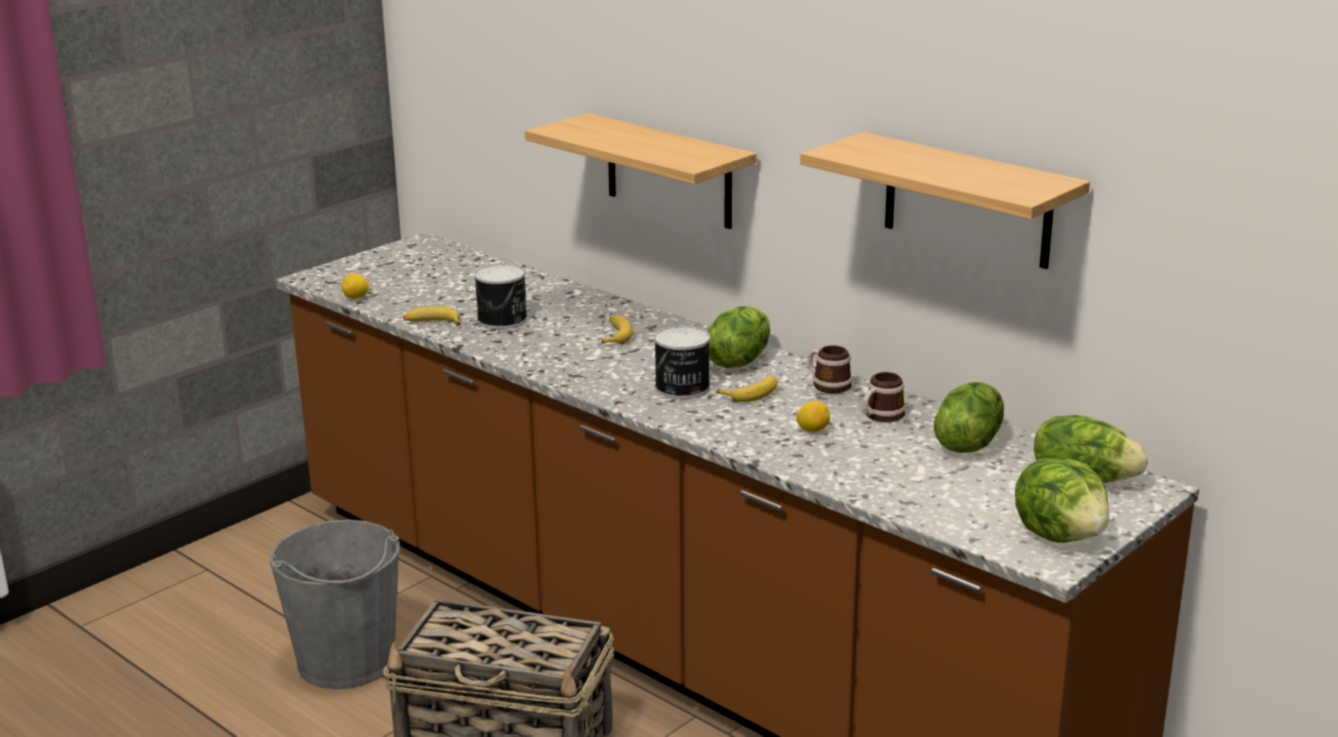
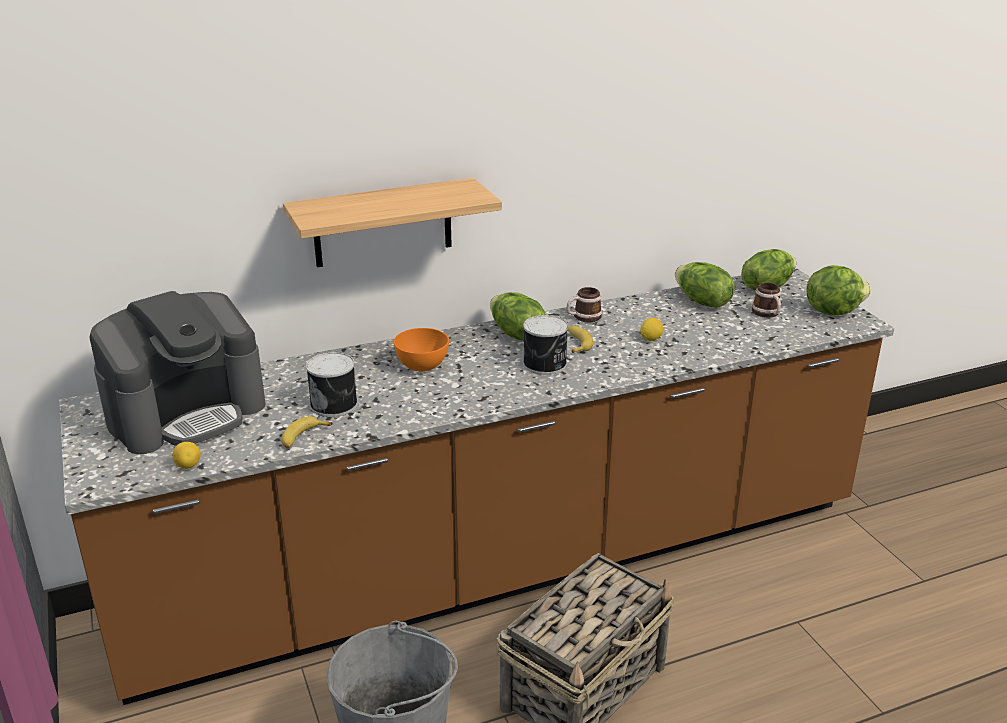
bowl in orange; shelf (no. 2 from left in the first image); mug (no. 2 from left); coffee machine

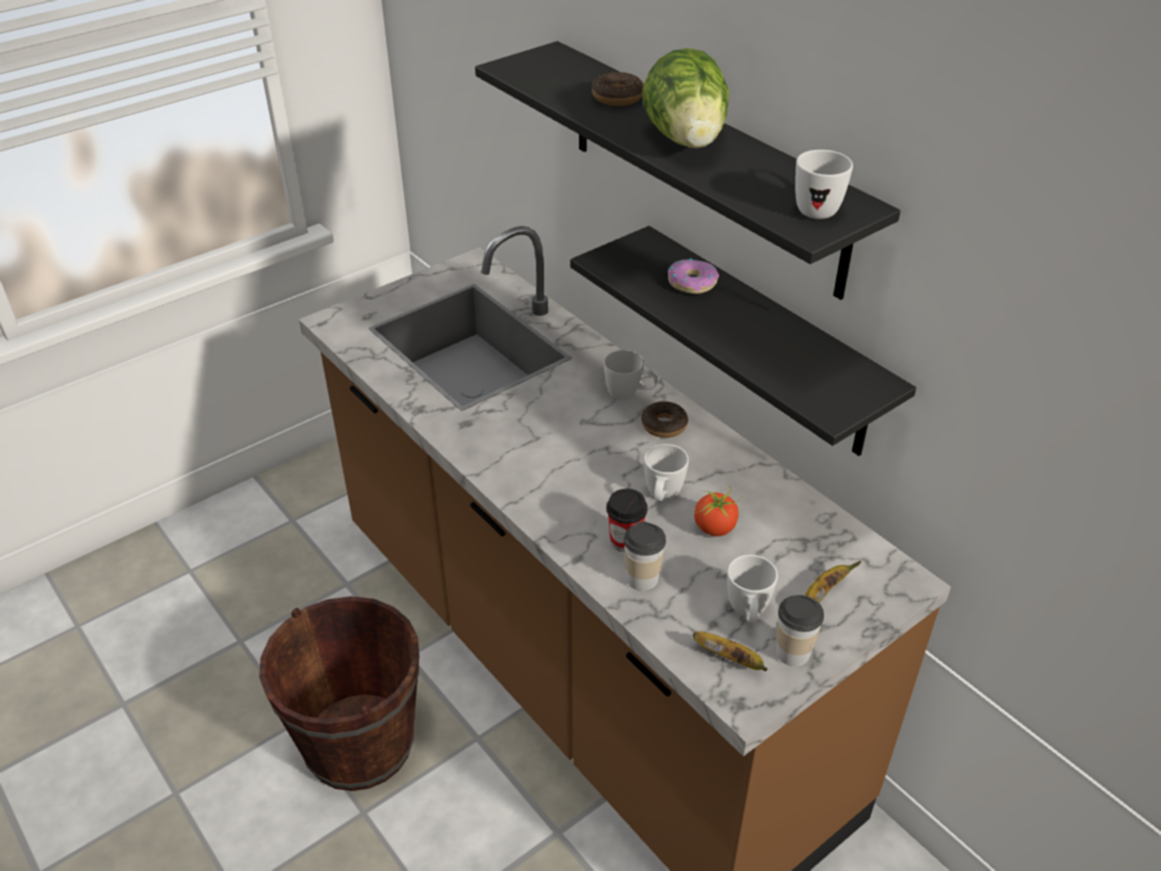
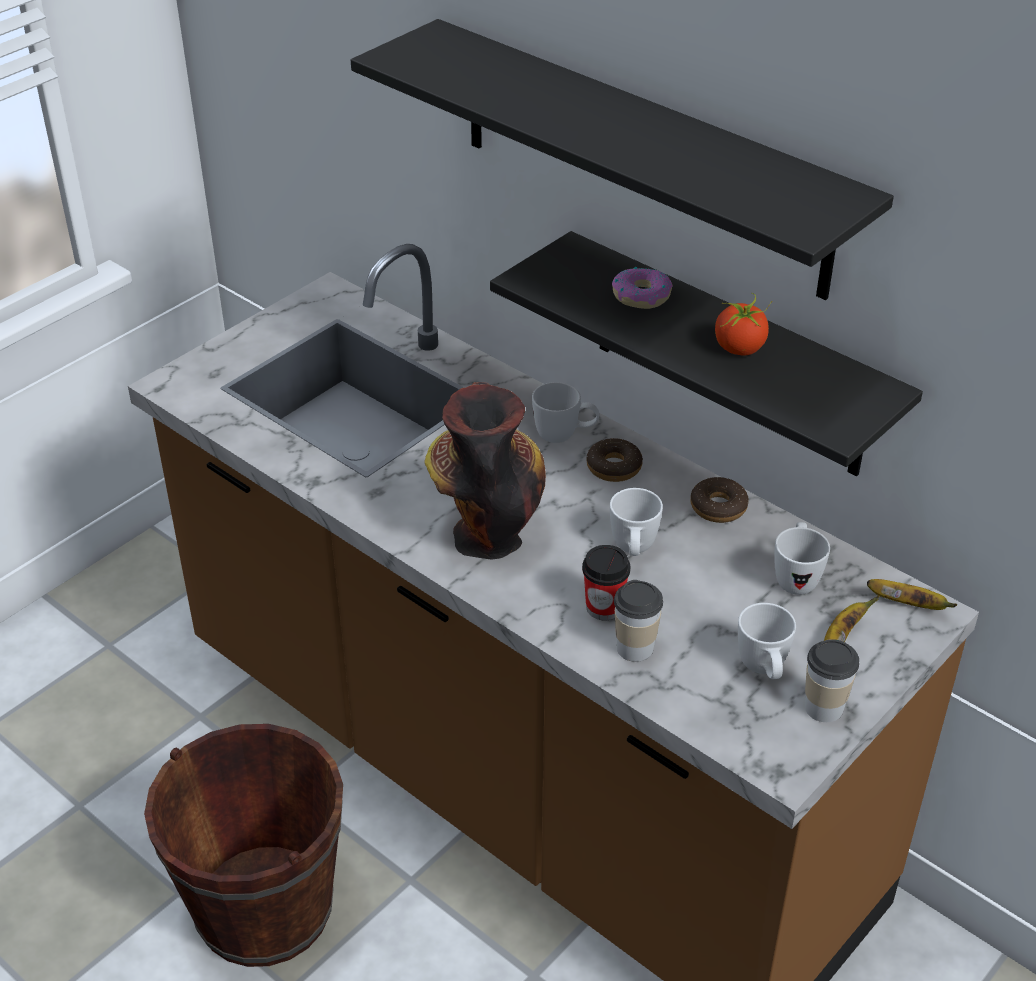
donut (no. 3 from left); lettuce; banana (no. 2 from left); tomato; mug in white (no. 4 from left); vase

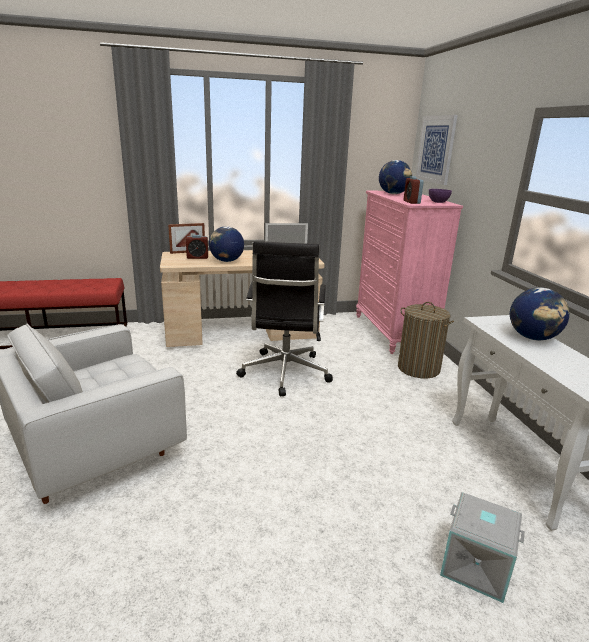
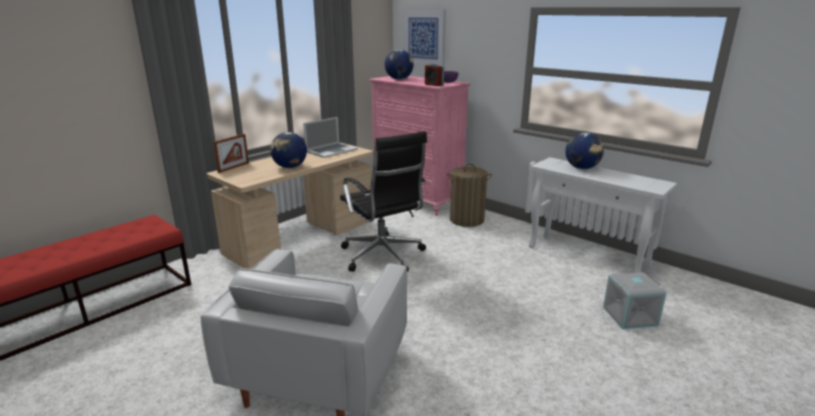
alarm clock (no. 1 from left in the first image)

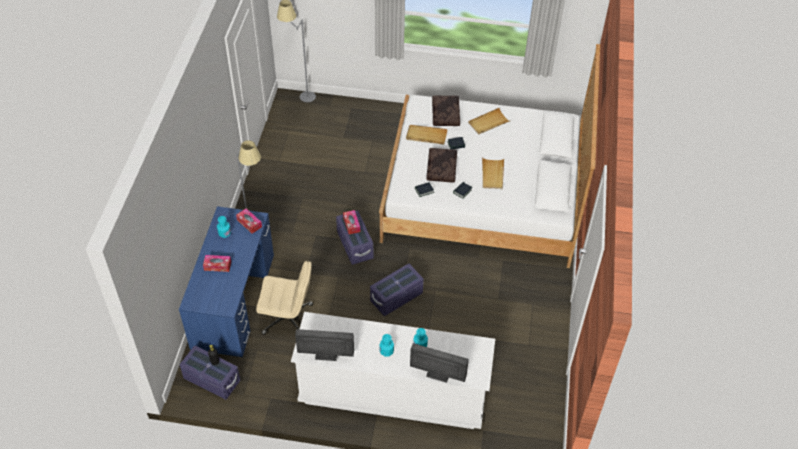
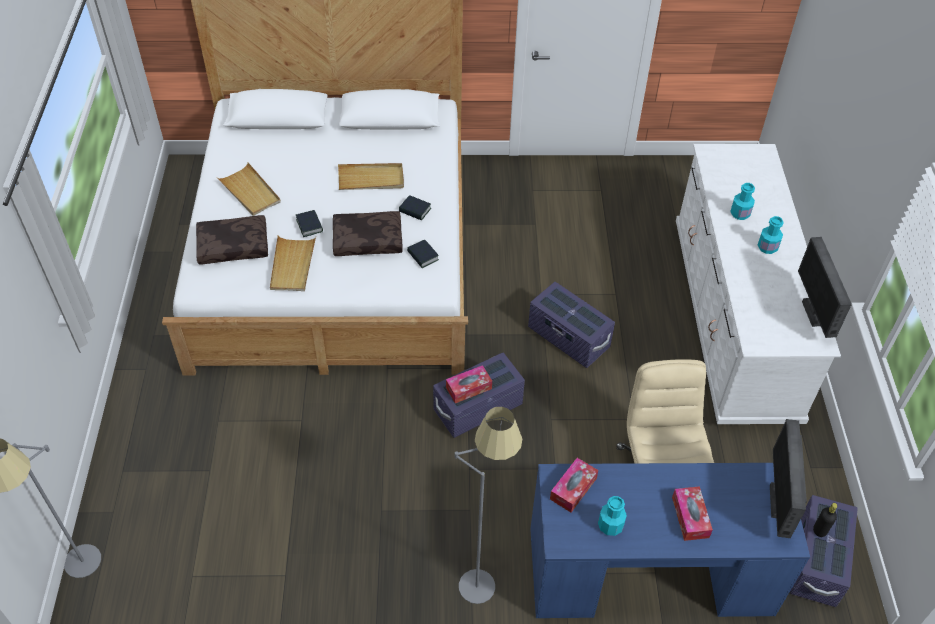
monitor (no. 1 from left)

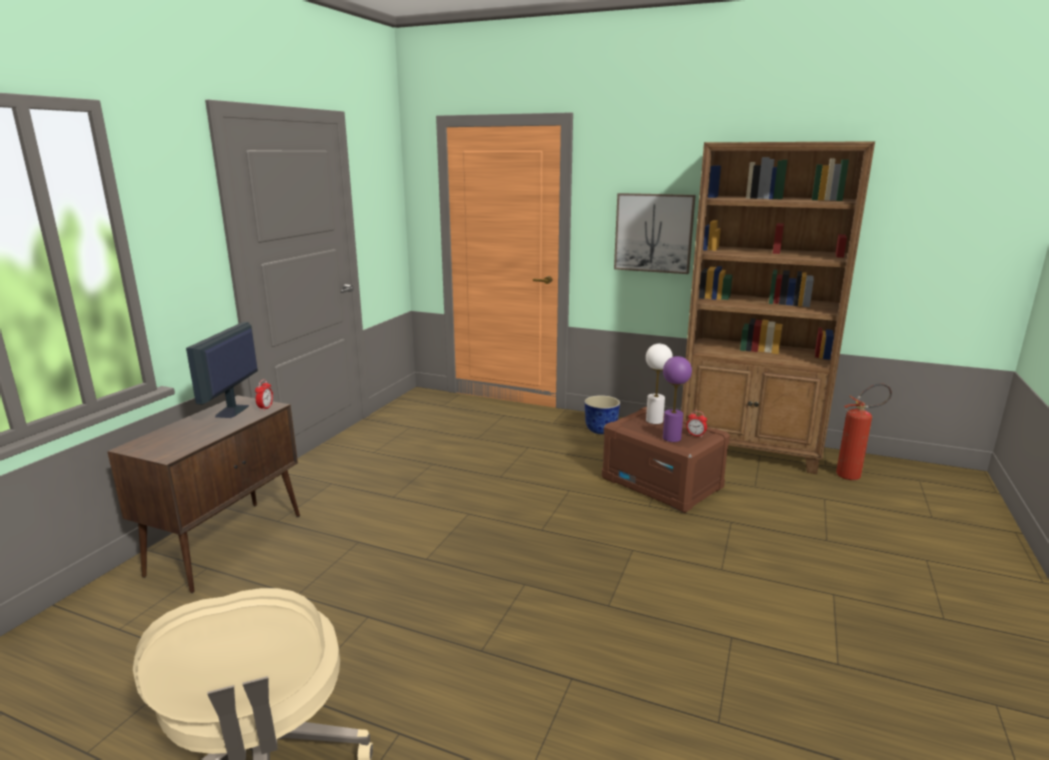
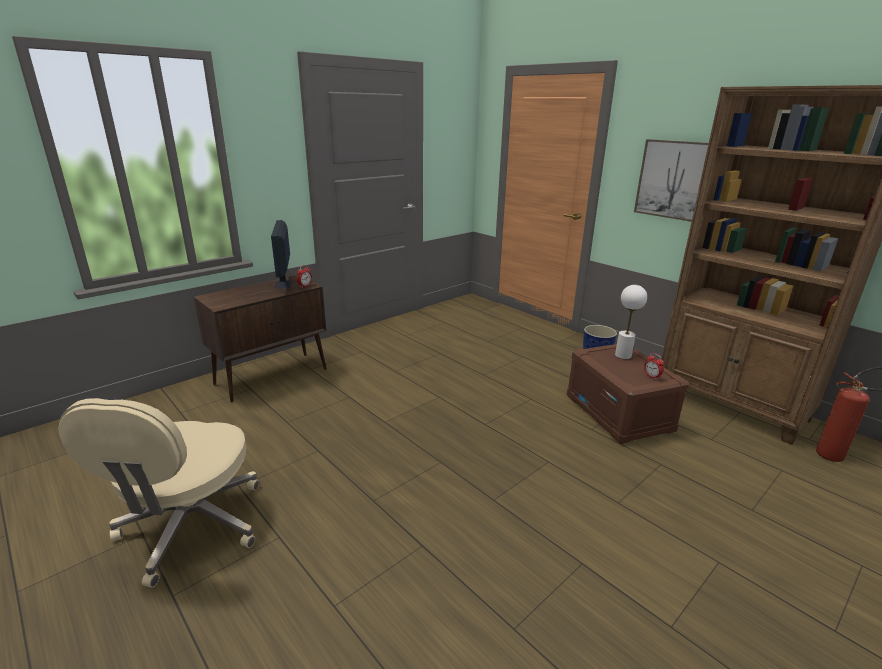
monitor; table lamp in purple

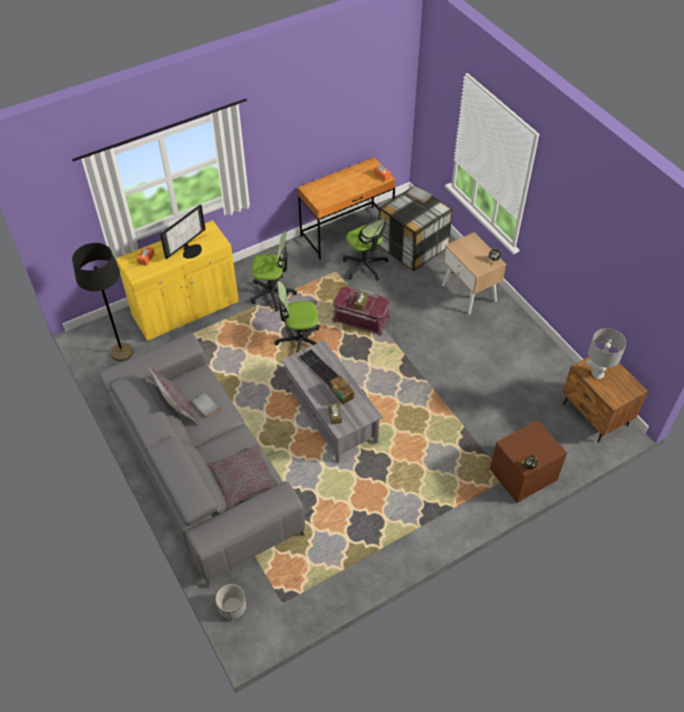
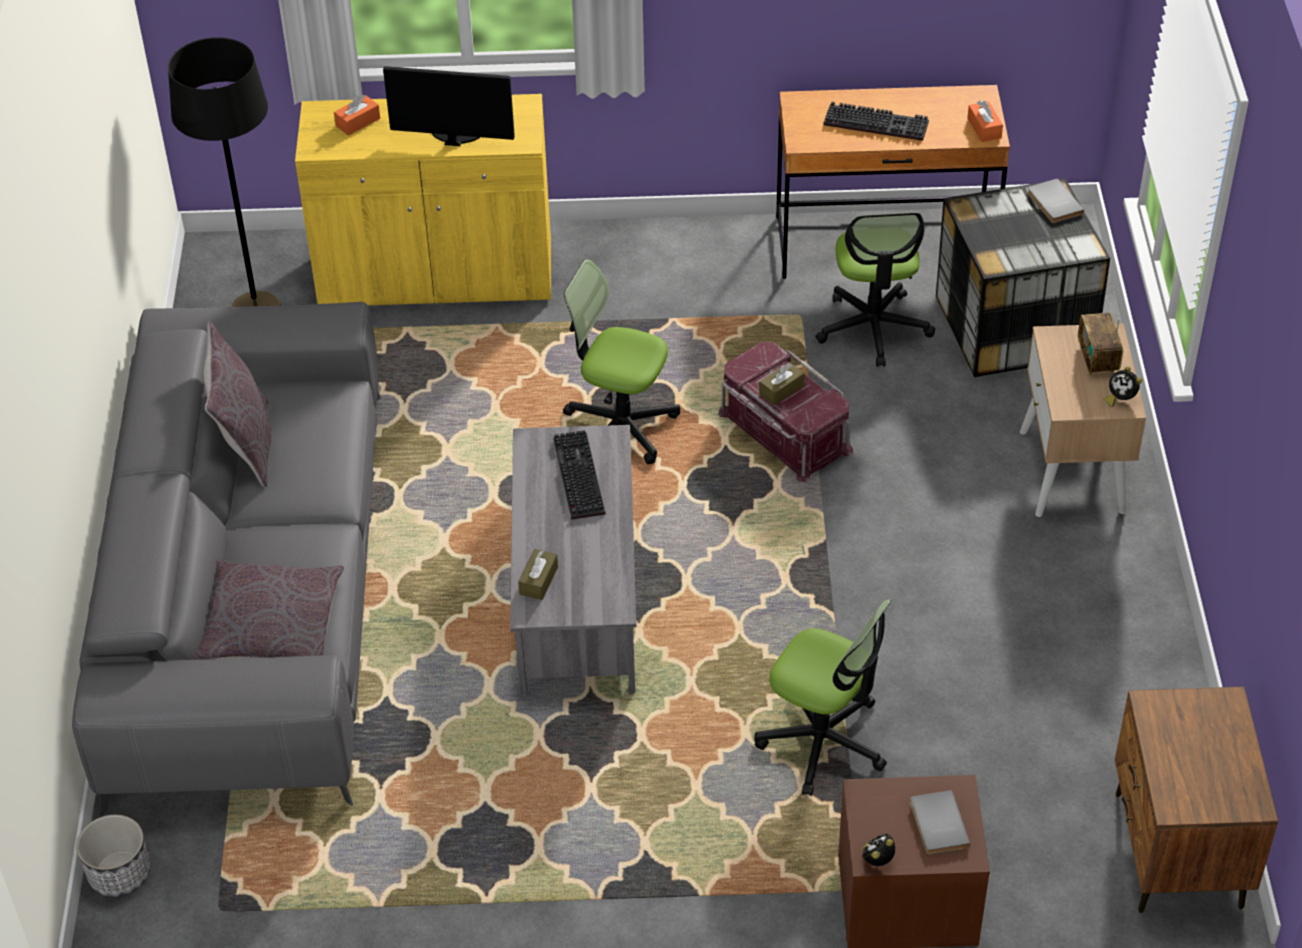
monitor; book in grey (no. 1 from left); office chair (no. 2 from left); radio; table lamp in grey; keyboard (no. 2 from left)

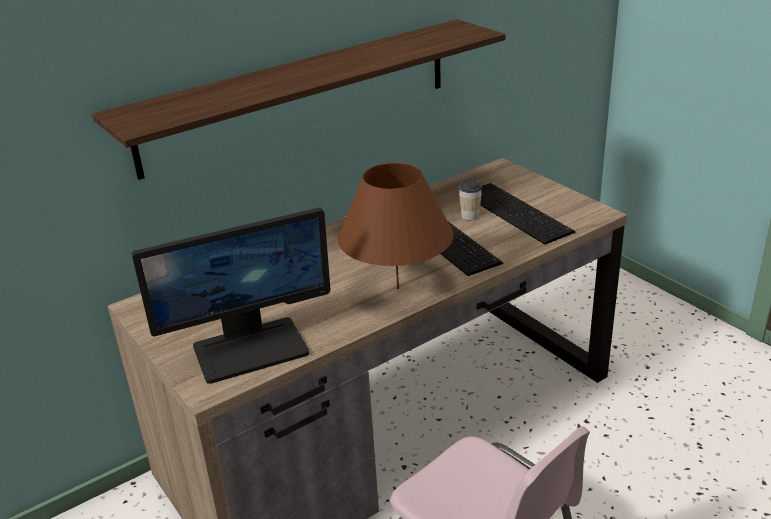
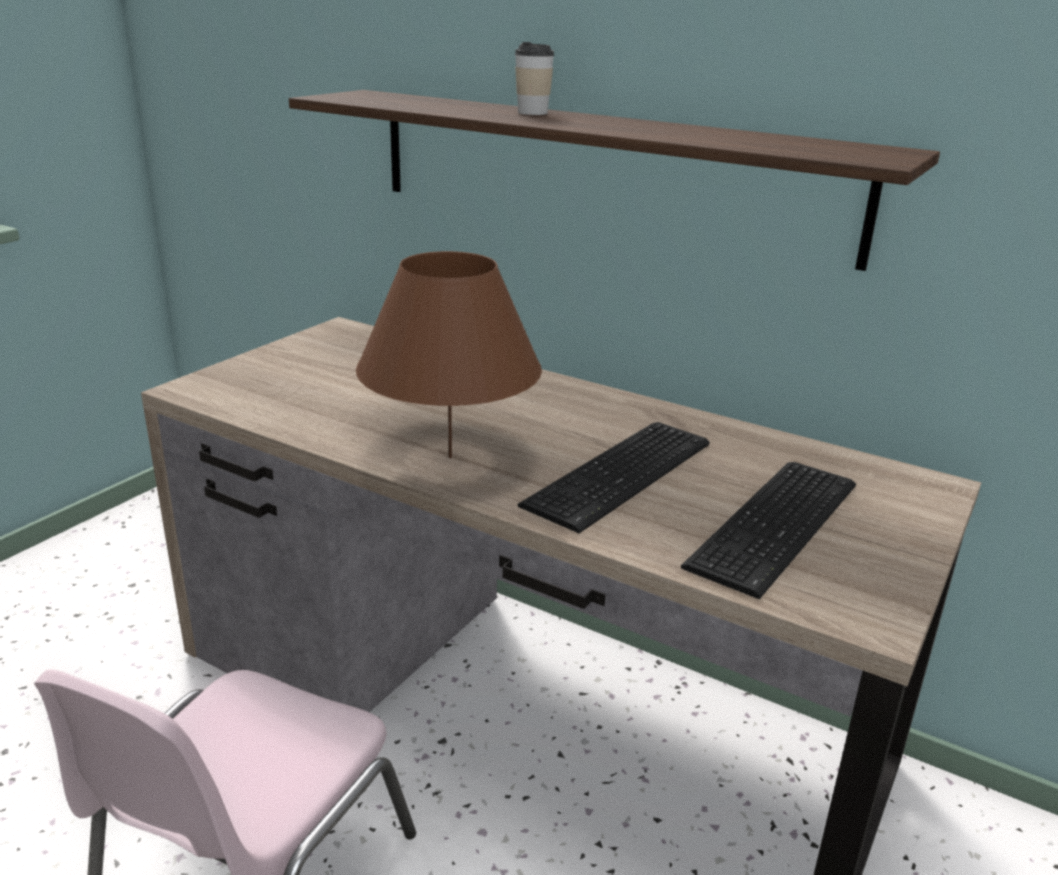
monitor; cup

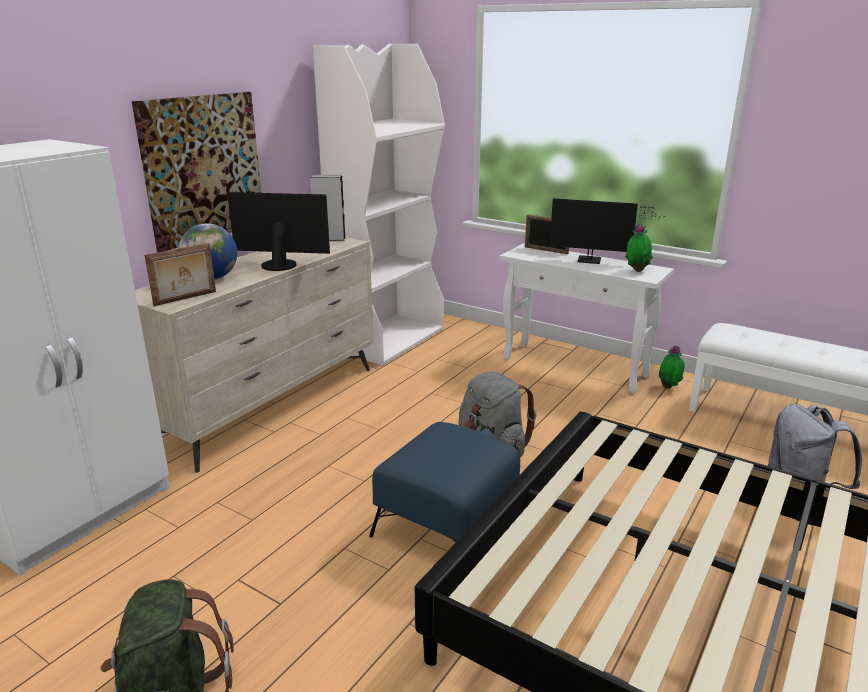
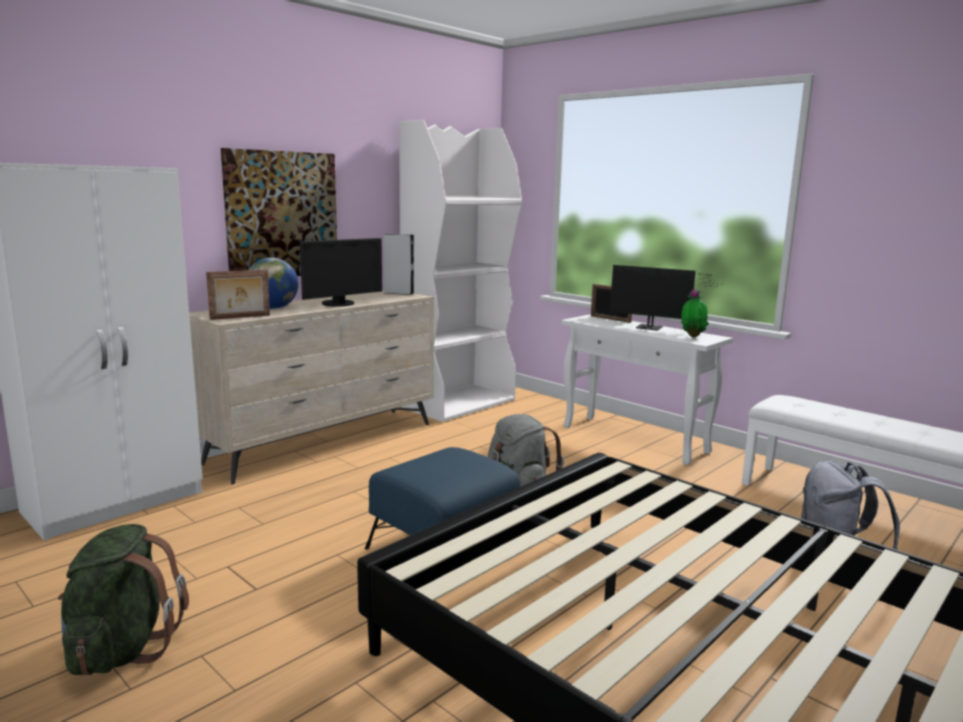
monitor (no. 1 from left); potted plant (no. 2 from left in the first image)

